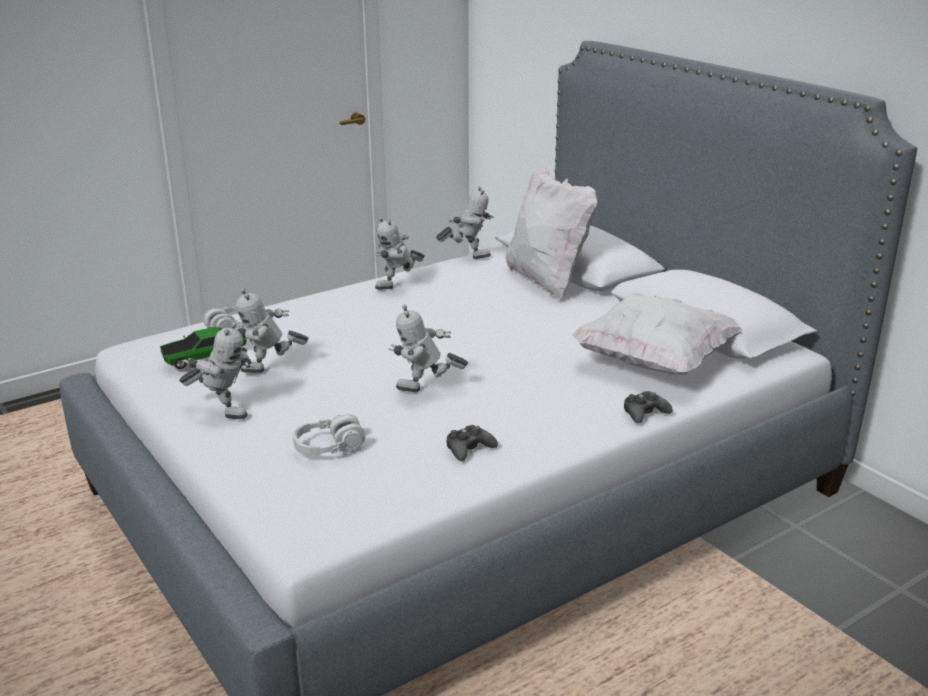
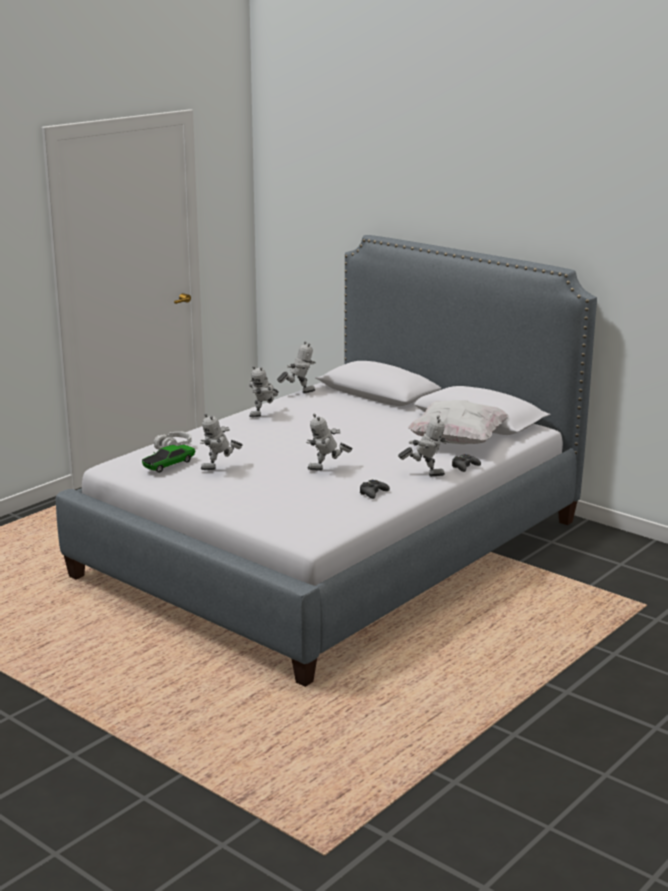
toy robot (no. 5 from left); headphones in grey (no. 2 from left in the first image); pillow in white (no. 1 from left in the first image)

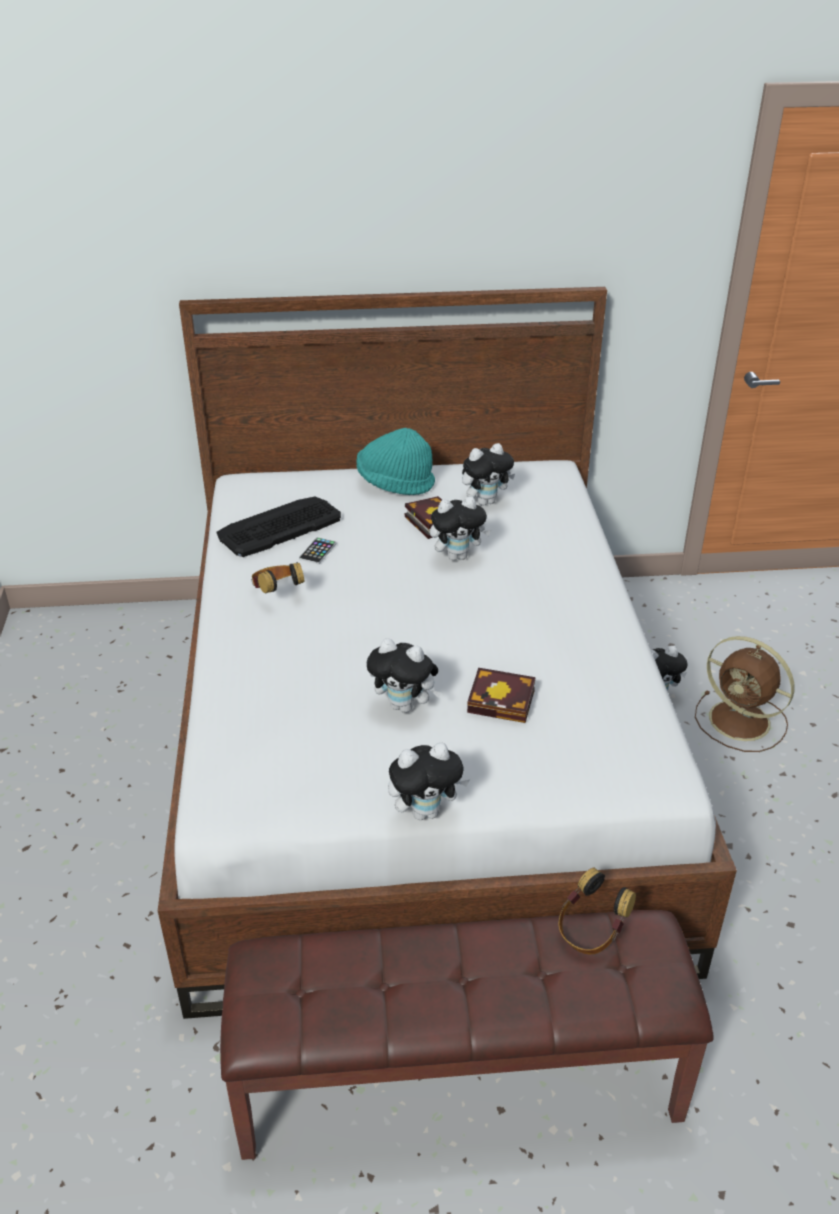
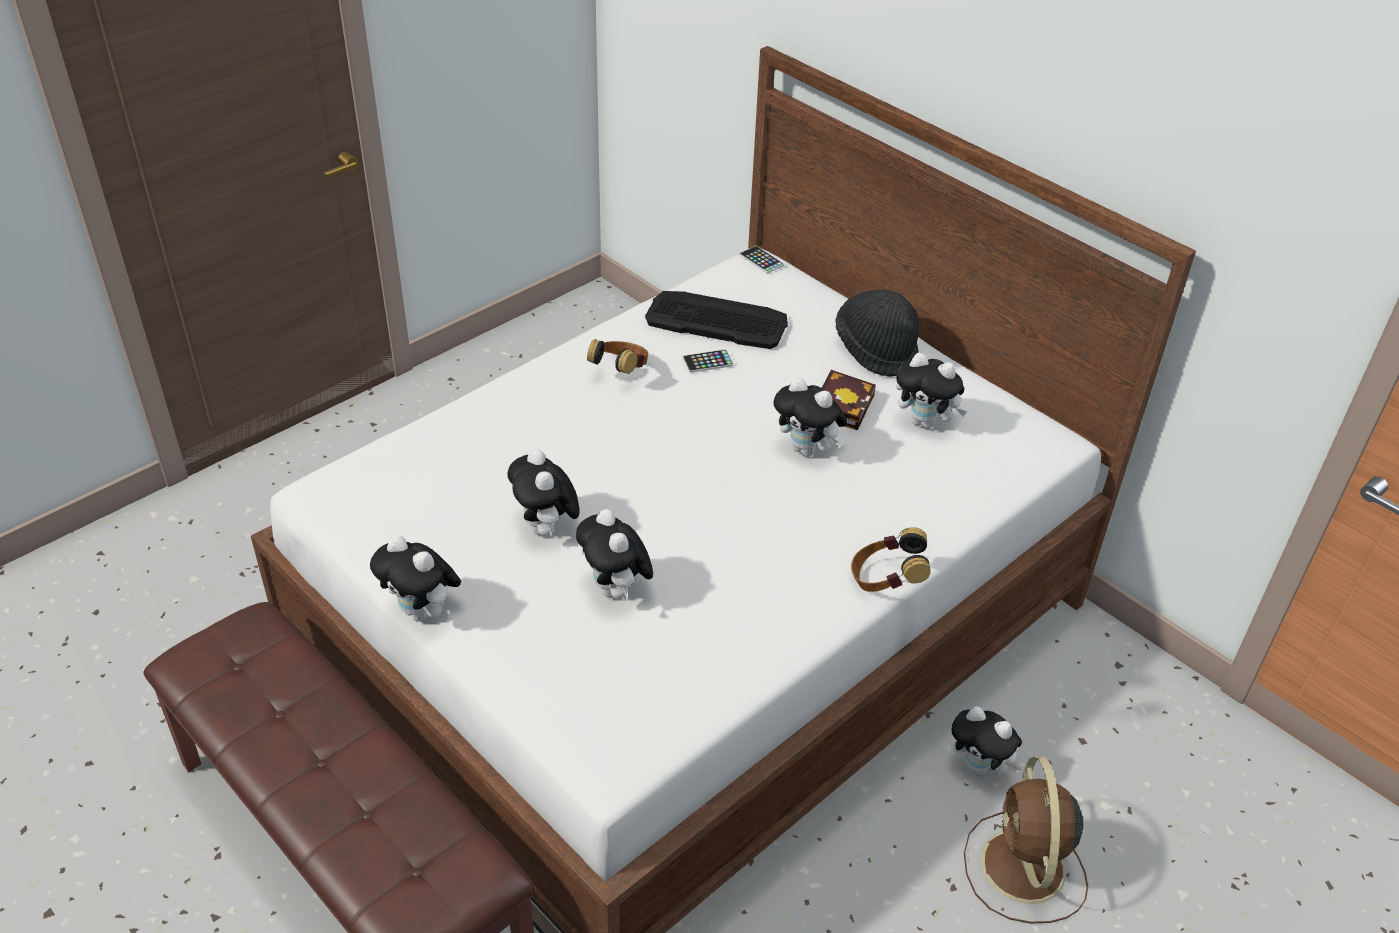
hat in black; plush toy (no. 3 from left); headphones (no. 2 from left); phone (no. 2 from left)

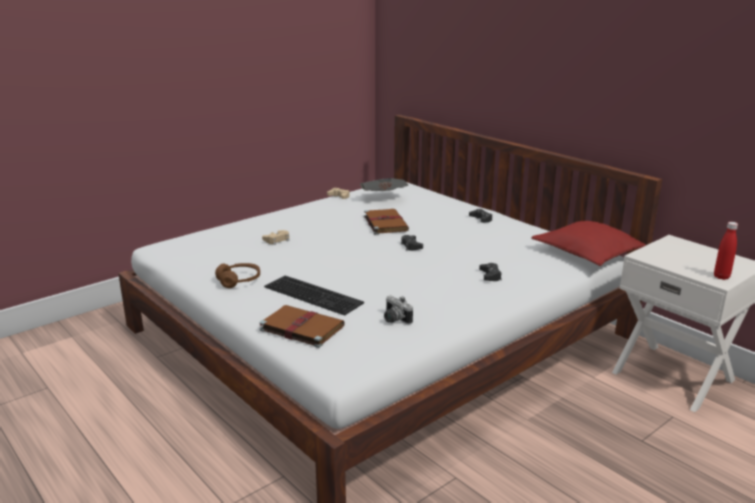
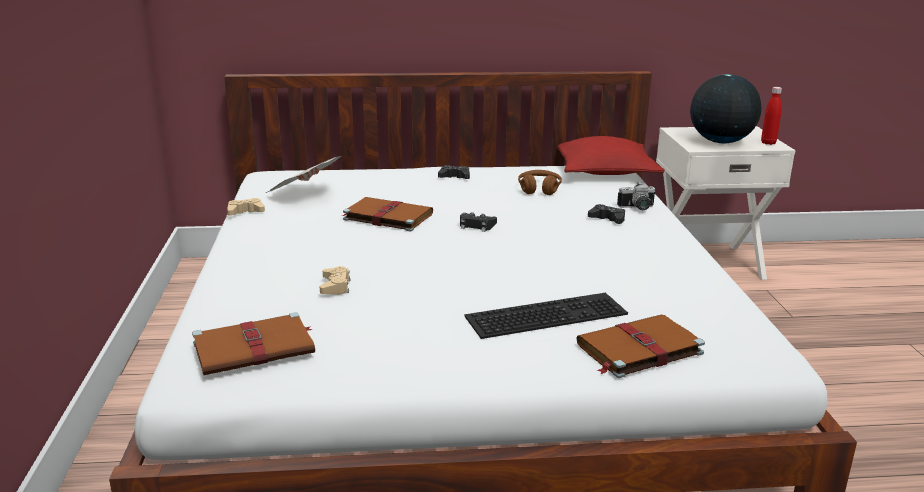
headphones in brown; photo camera; book in brown (no. 1 from left); globe

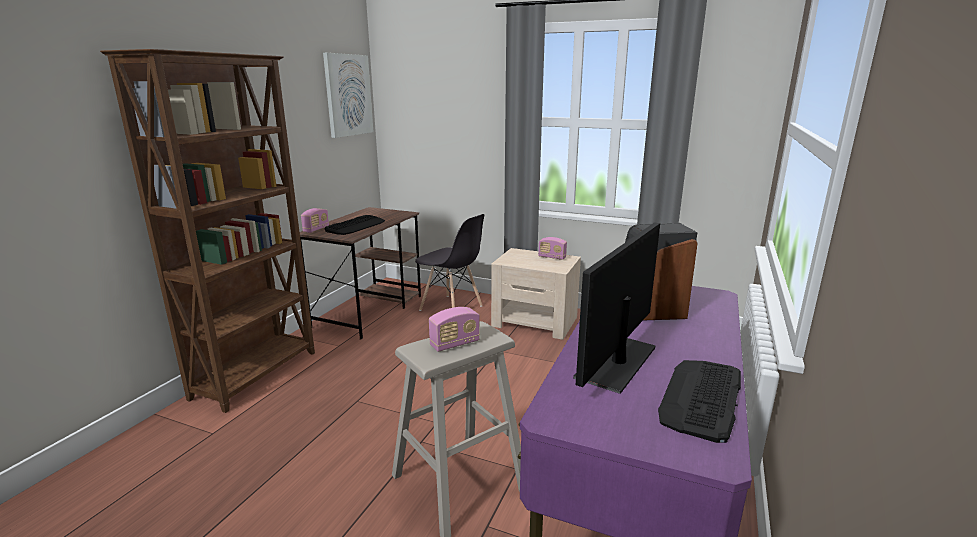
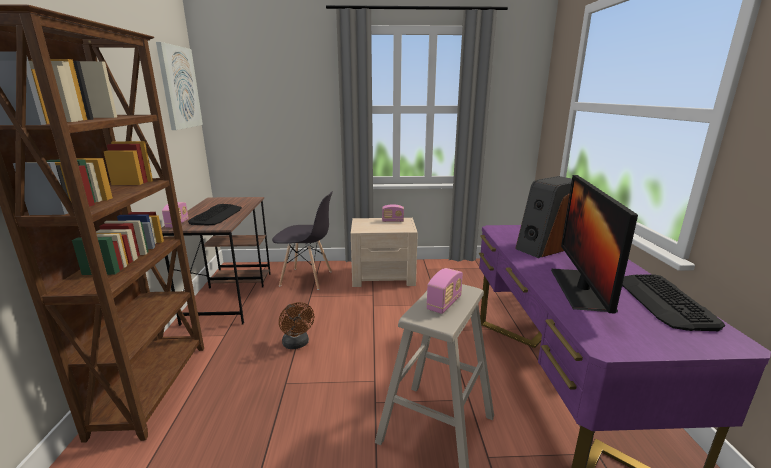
fan in brown

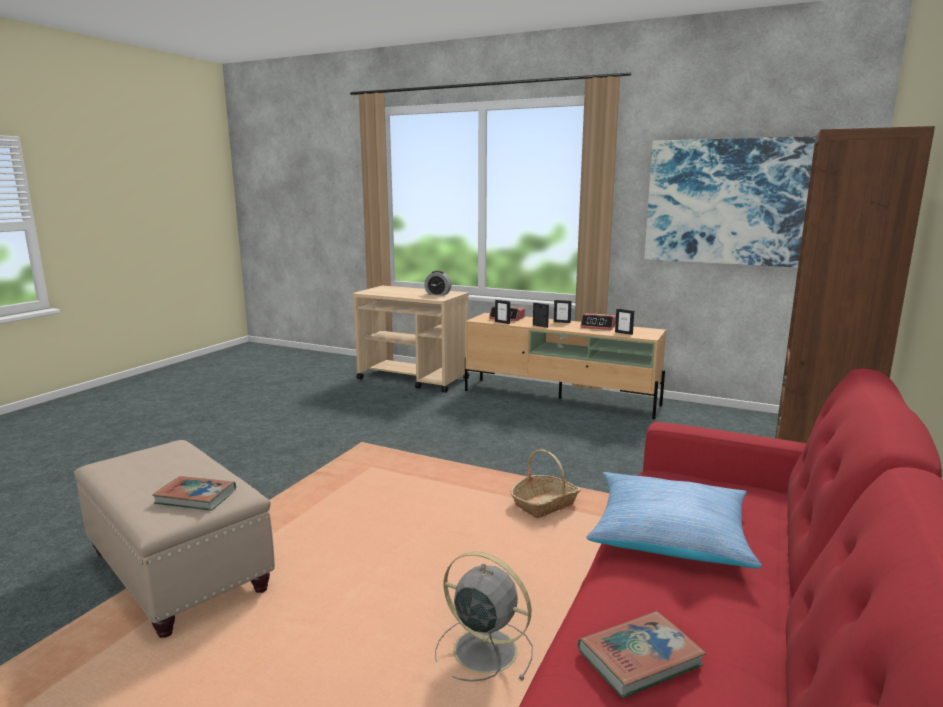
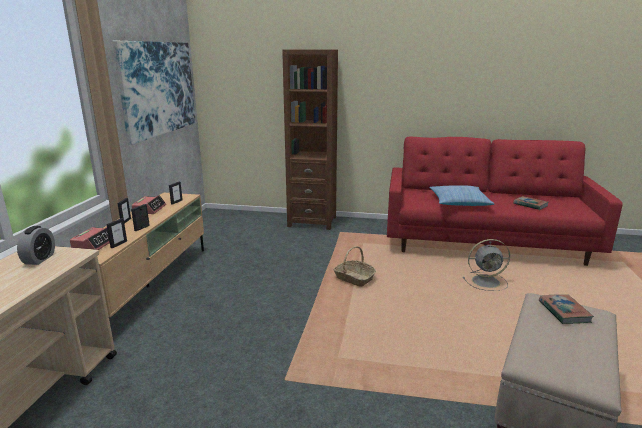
fan in grey

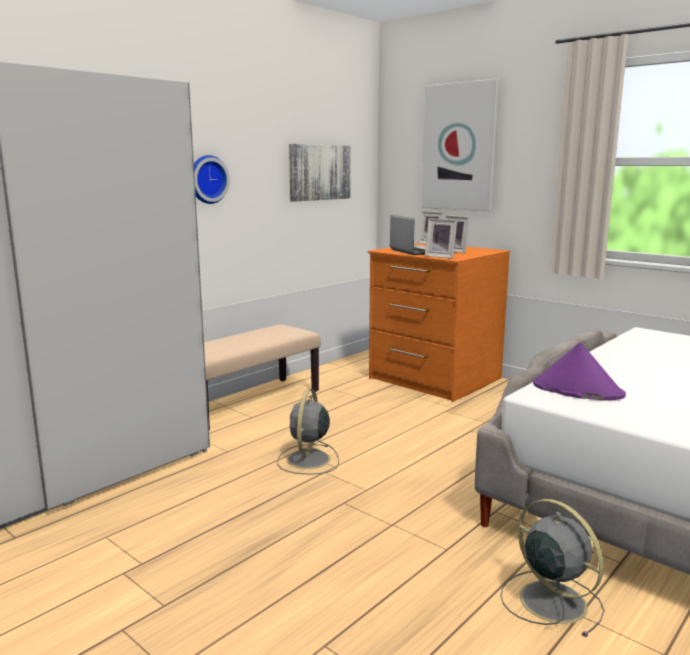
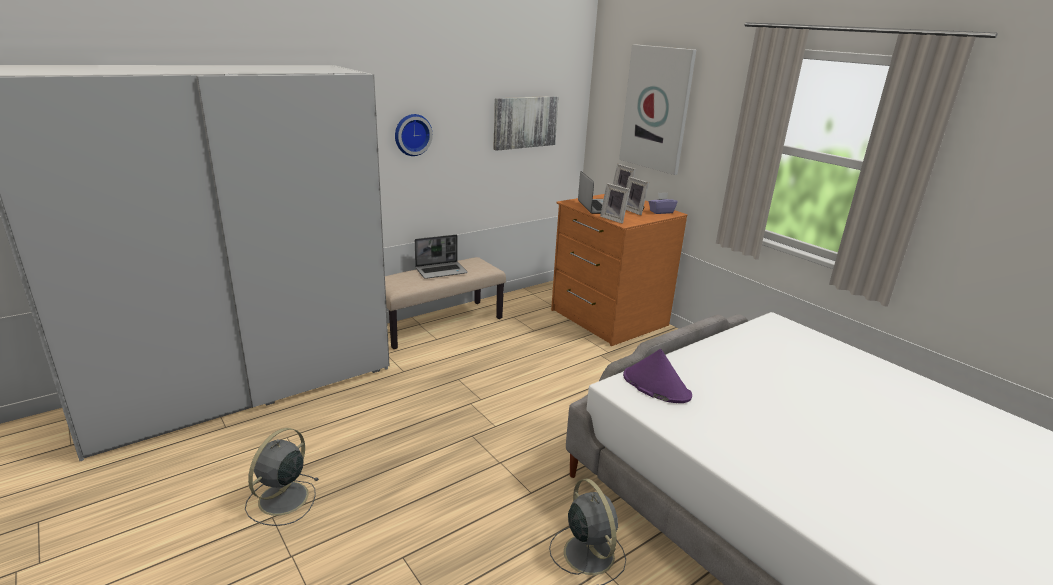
fan in grey (no. 1 from left); laptop (no. 1 from left); tissue box in purple

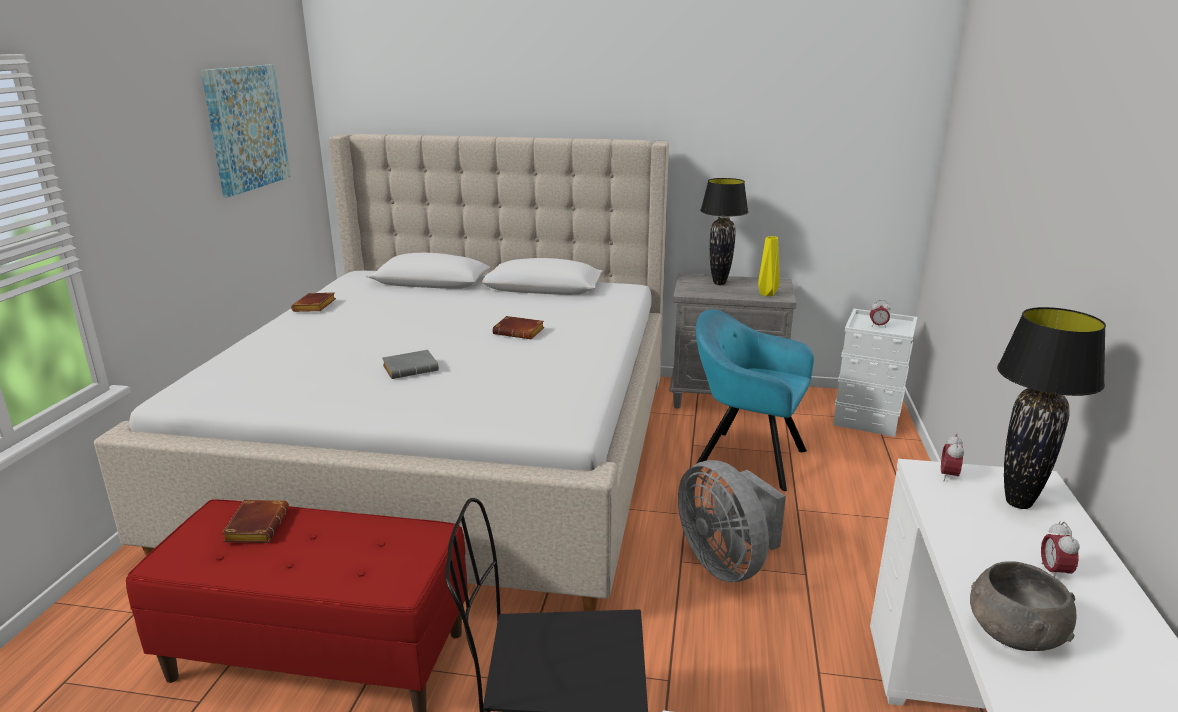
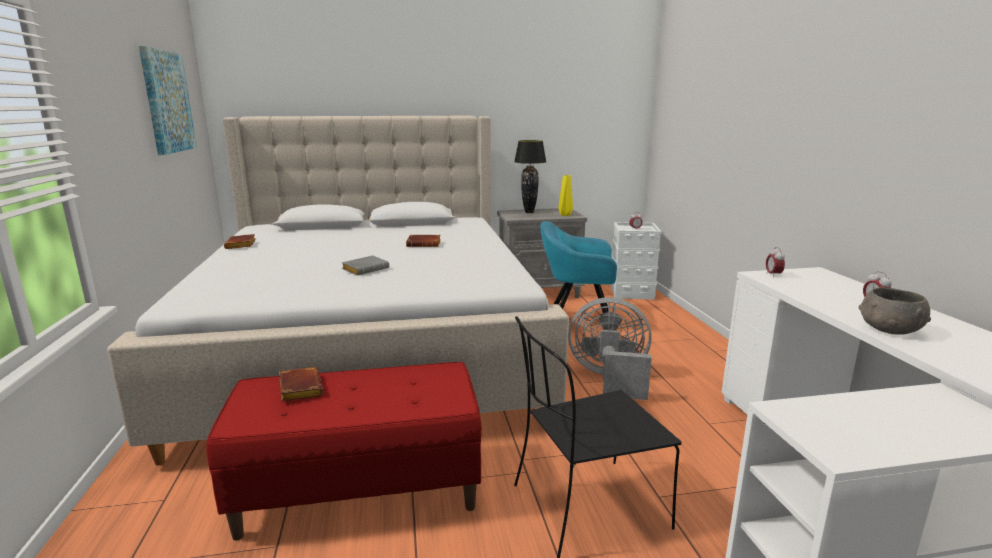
fan in grey; table lamp in black (no. 2 from left in the first image)

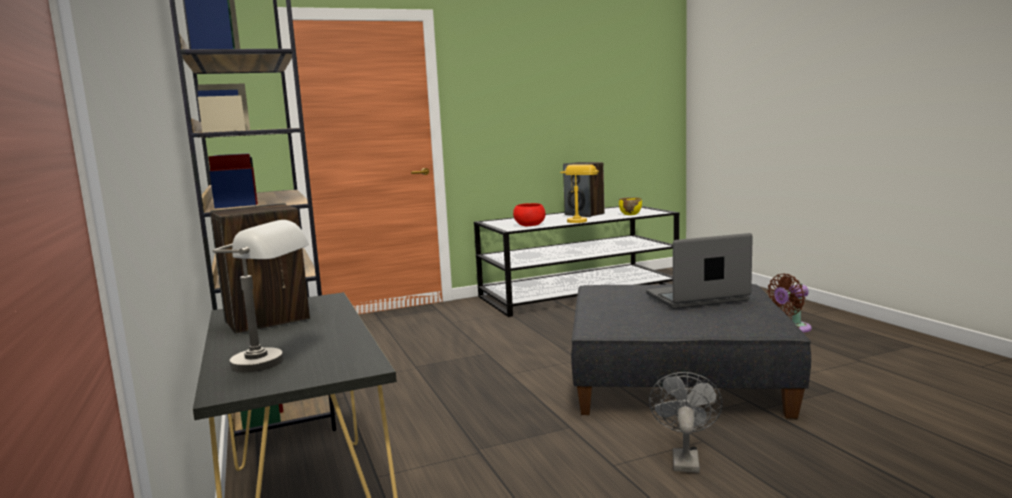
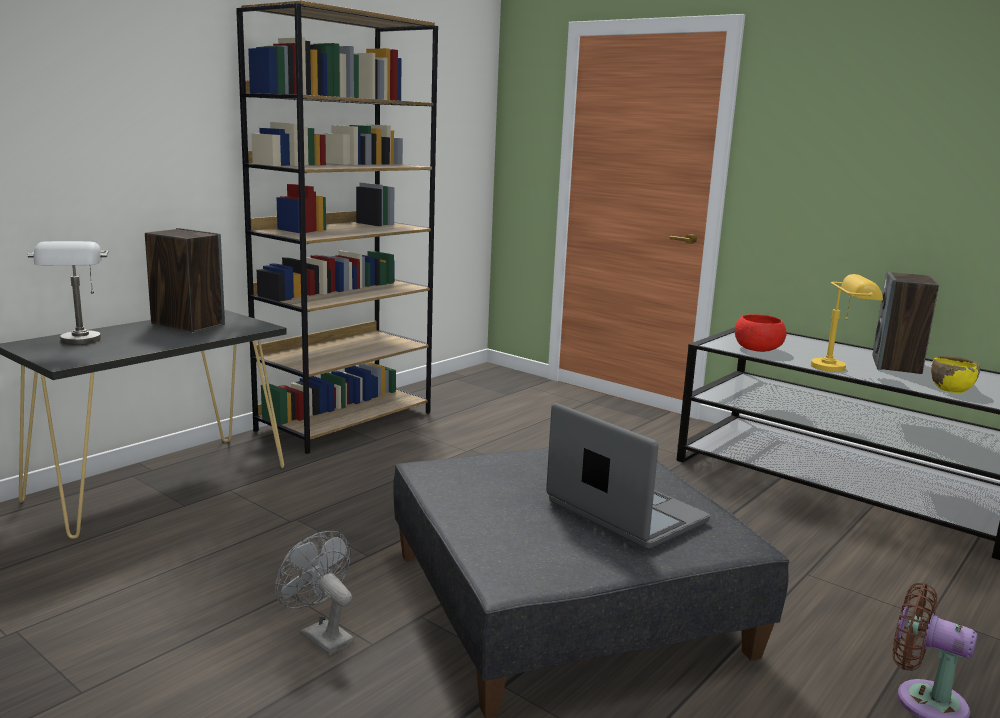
fan in grey

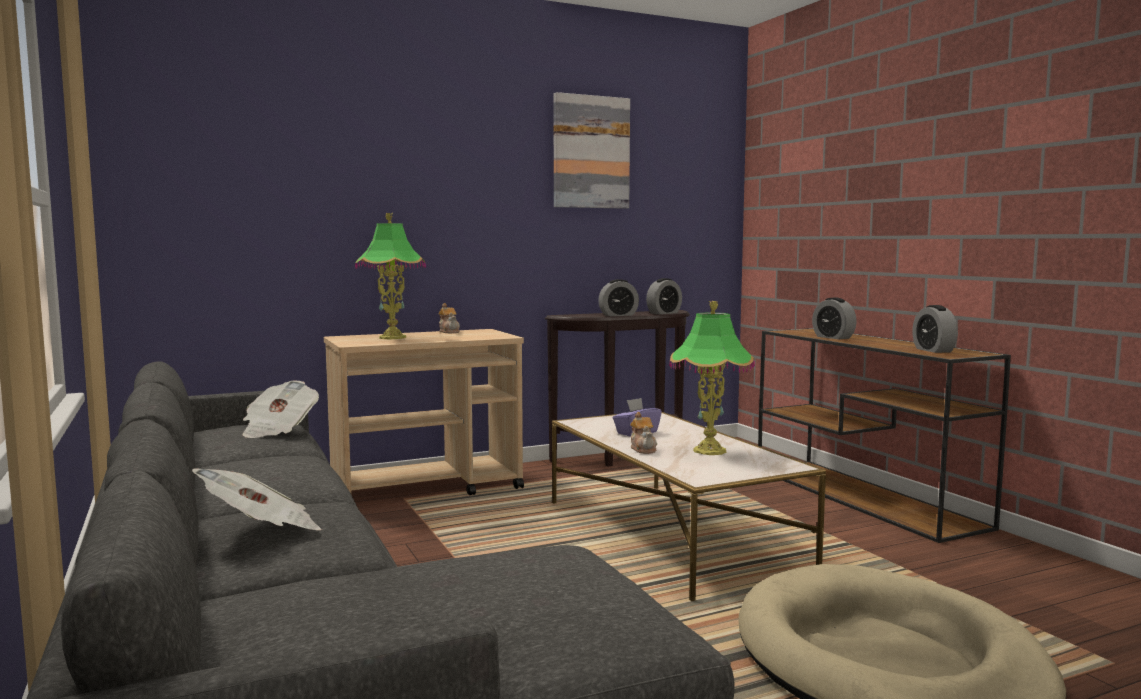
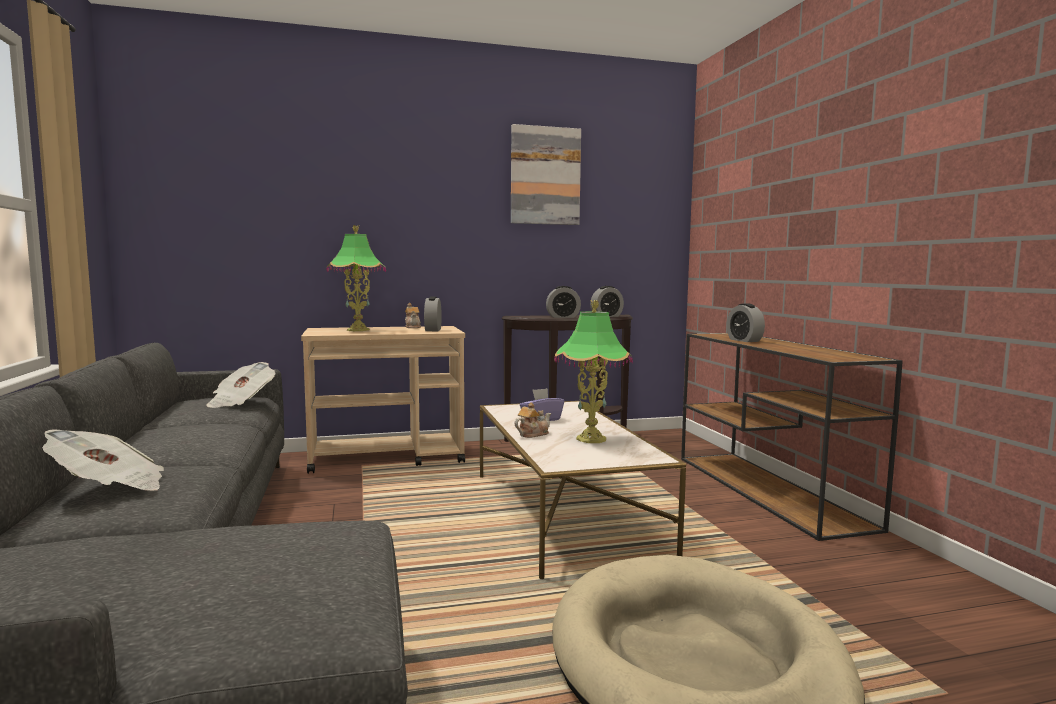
teapot (no. 2 from left); alarm clock (no. 1 from left)

